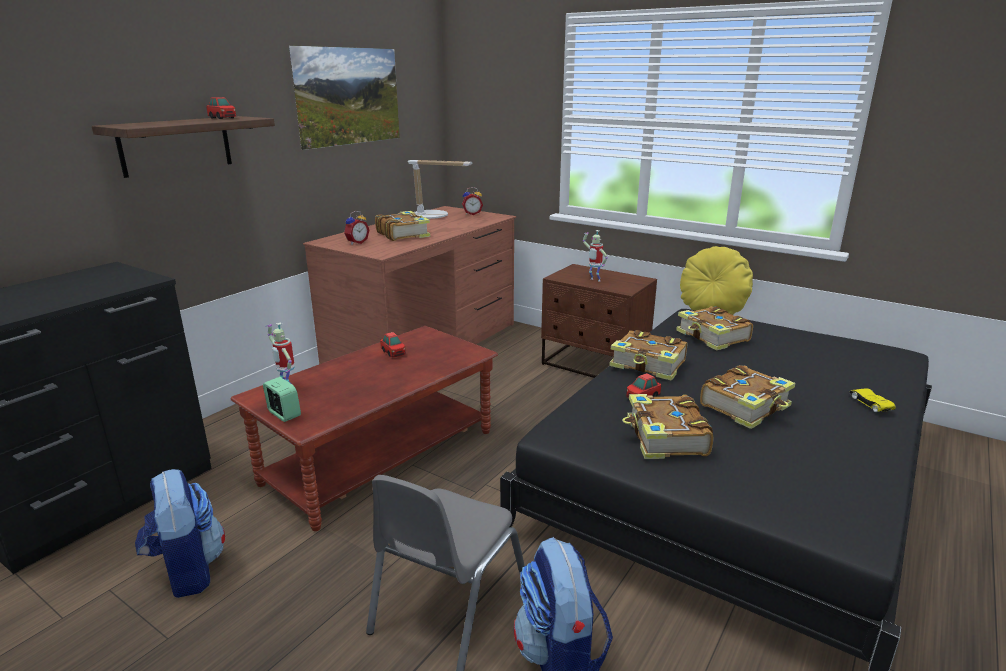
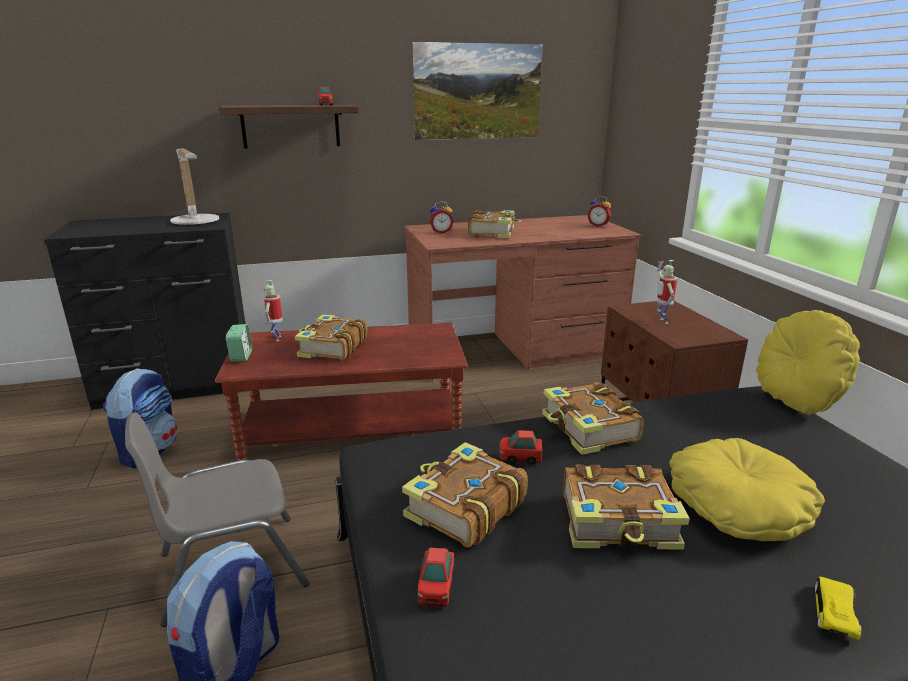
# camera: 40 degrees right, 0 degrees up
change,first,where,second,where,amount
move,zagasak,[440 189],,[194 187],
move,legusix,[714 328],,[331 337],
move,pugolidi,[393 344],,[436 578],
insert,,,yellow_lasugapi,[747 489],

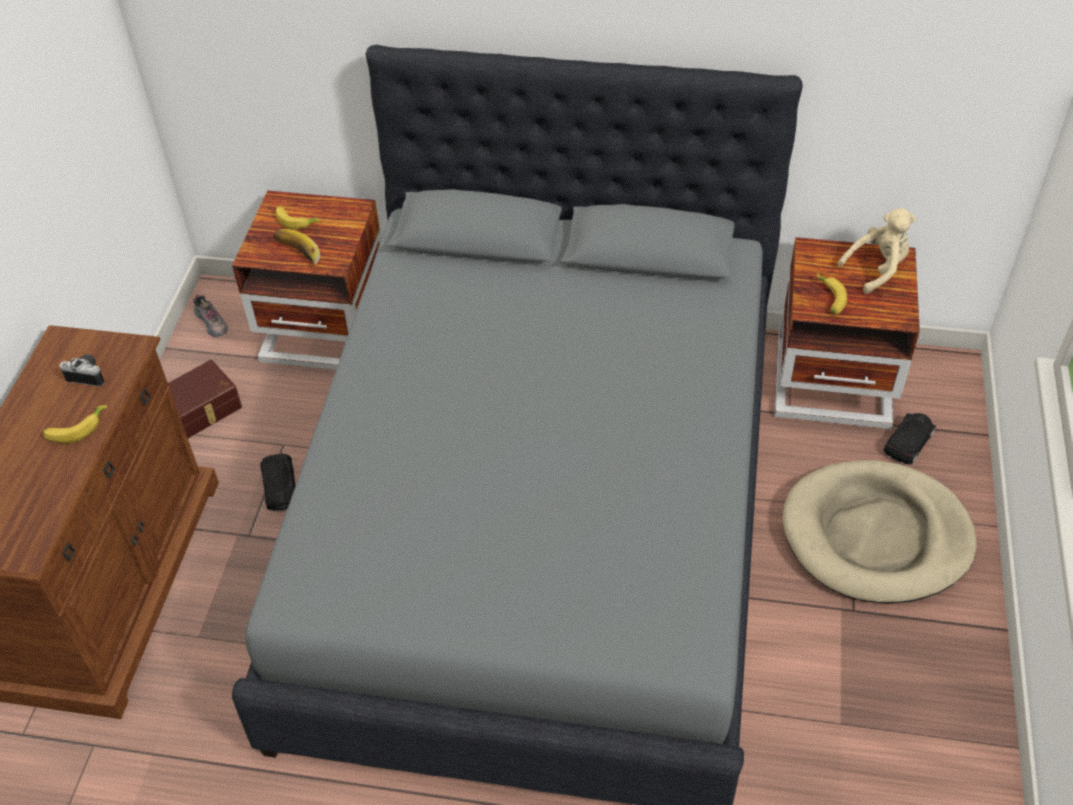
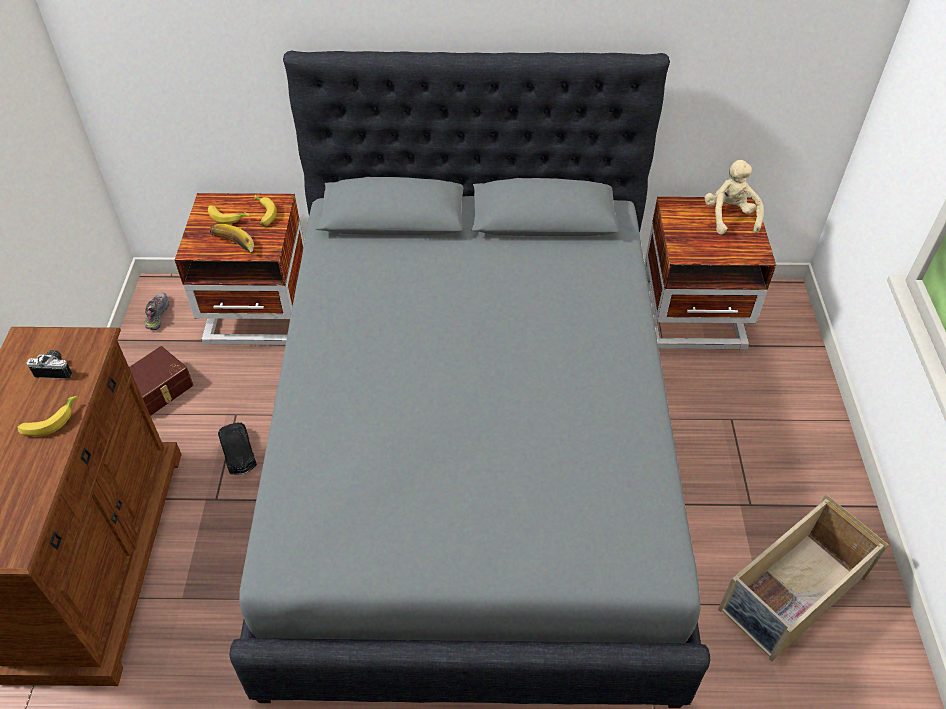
# camera: 10 degrees left, 0 degrees up
change,first,where,second,where,amount
rotate,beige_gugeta,[877 251],,[734 197],60 degrees counterclockwise
move,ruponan,[832 293],,[266 210],
rotate,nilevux,[210 315],,[157 311],135 degrees counterclockwise
delete,black_pugolidi,[910 439],,,
delete,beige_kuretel,[879 531],,,
insert,,,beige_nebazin,[803 577],

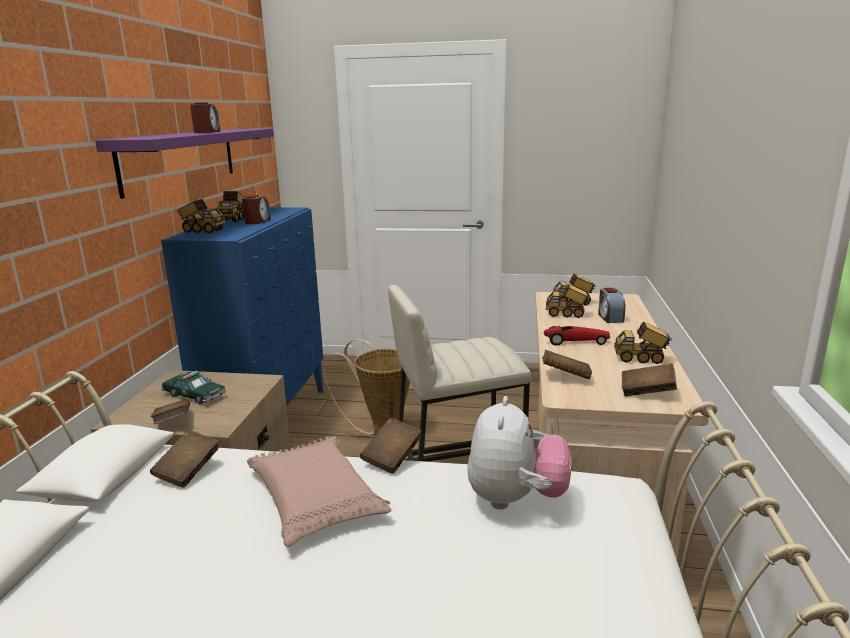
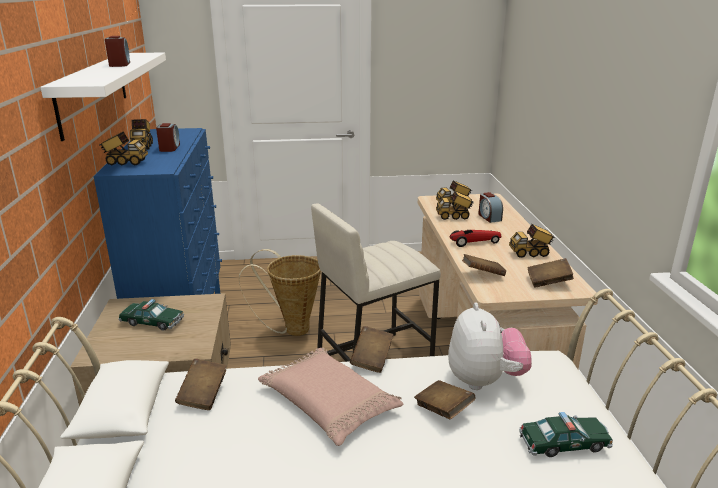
# camera: 15 degrees left, 5 degrees up
change,first,where,second,where,amount
recolor,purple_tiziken,[184 163],white_tiziken,[103 97],
move,brown_legusix,[170 411],,[445 399],
insert,,,pugolidi,[566 434],

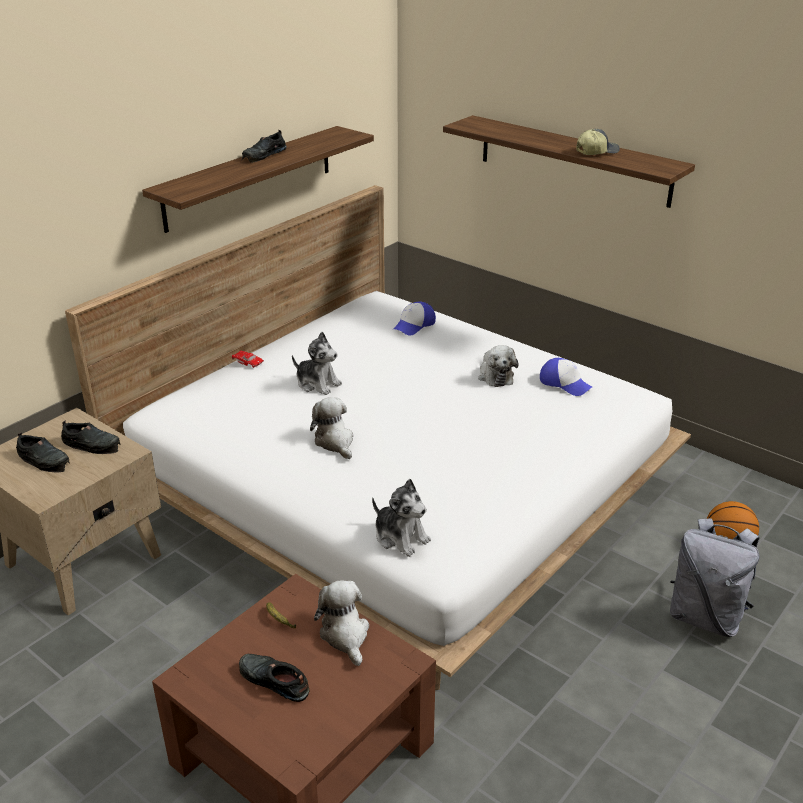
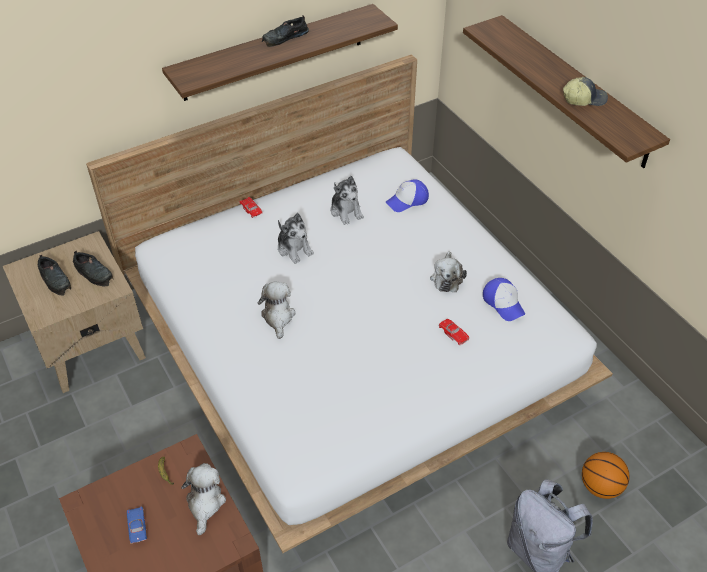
# camera: 20 degrees right, 15 degrees up
change,first,where,second,where,amount
move,gugeta,[401 518],,[347 200],
replace,black_nilevux,[274 678],blue_pugolidi,[137 525],
insert,,,red_pugolidi,[454 332],

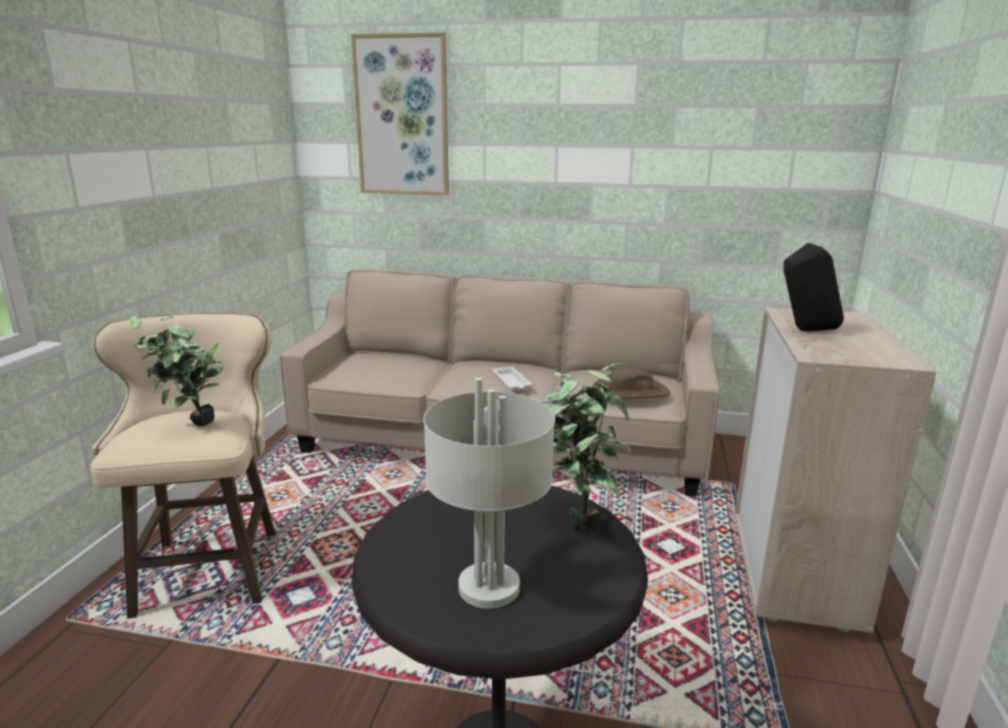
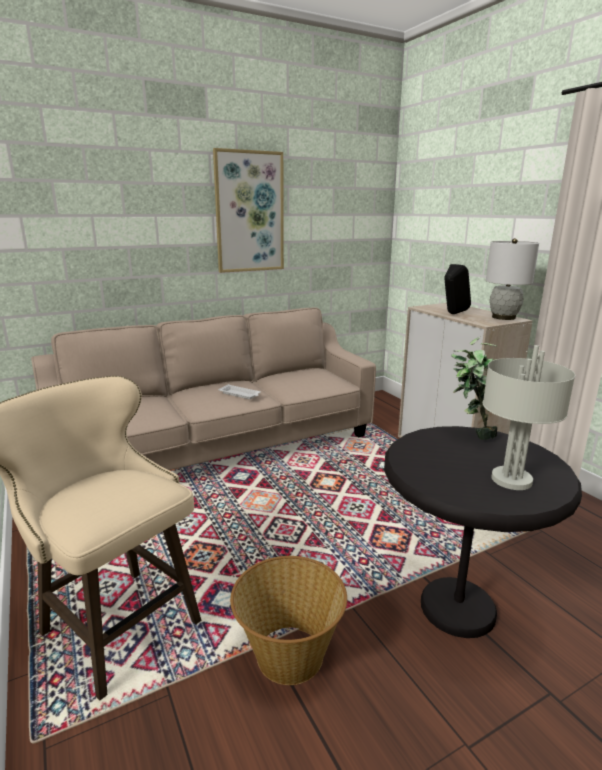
# camera: 40 degrees left, 0 degrees up
change,first,where,second,where,amount
move,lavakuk,[400 113],,[248 210],
delete,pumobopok,[176 371],,,
delete,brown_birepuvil,[631 382],,,
insert,,,white_zagasak,[512 279],
insert,,,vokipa,[288 620],

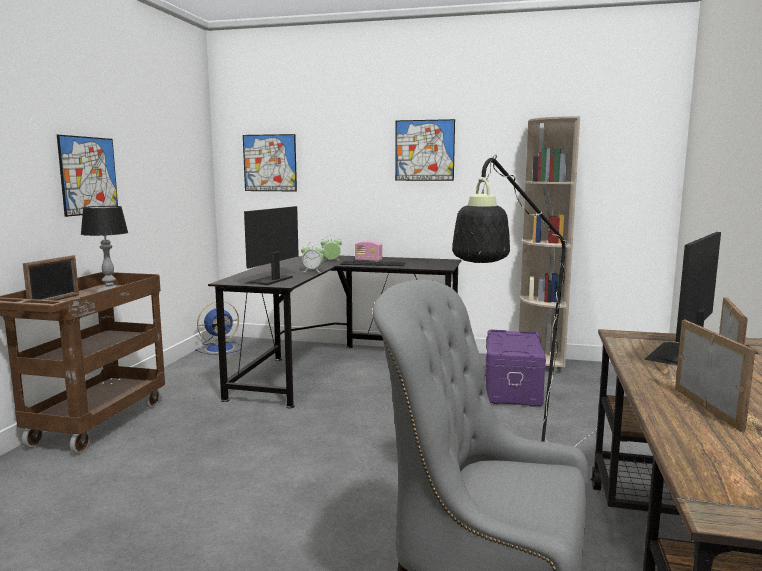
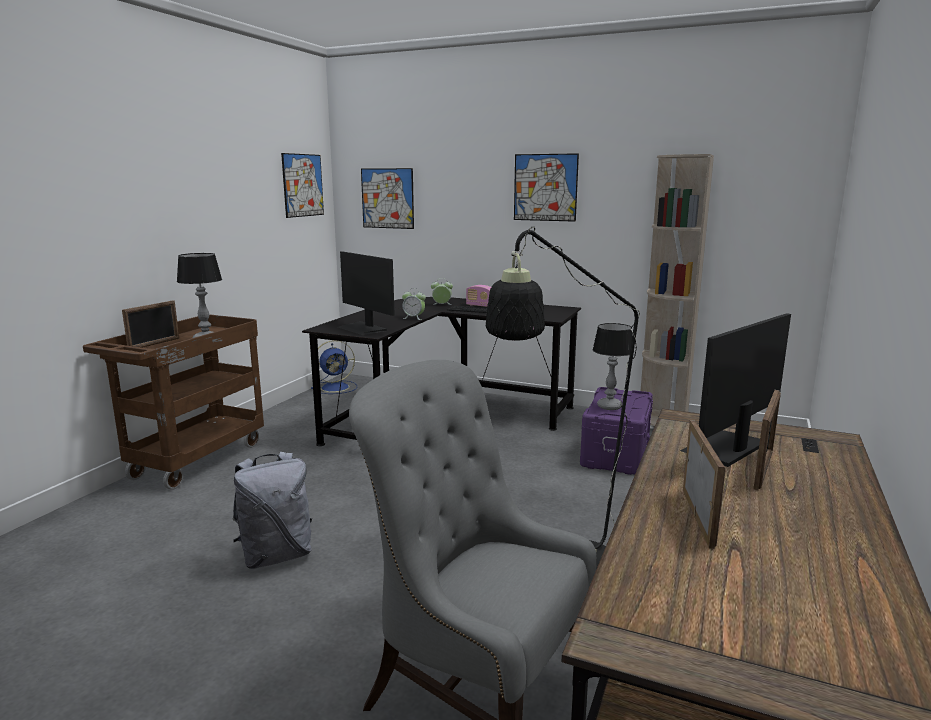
# camera: 10 degrees right, 5 degrees up
change,first,where,second,where,amount
move,lavakuk,[87 176],,[302 185],
rotate,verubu,[271 245],,[366 293],75 degrees counterclockwise
insert,,,zagasak,[612 366],
insert,,,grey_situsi,[272 510],

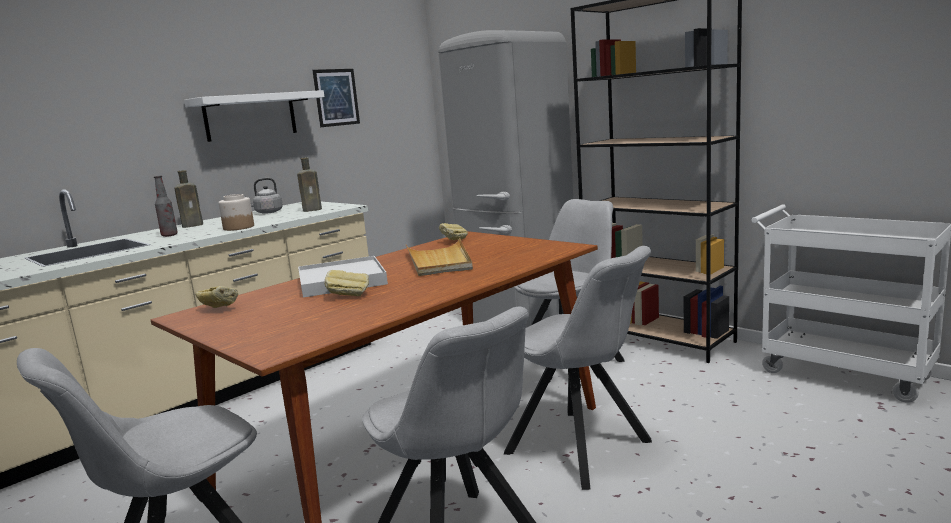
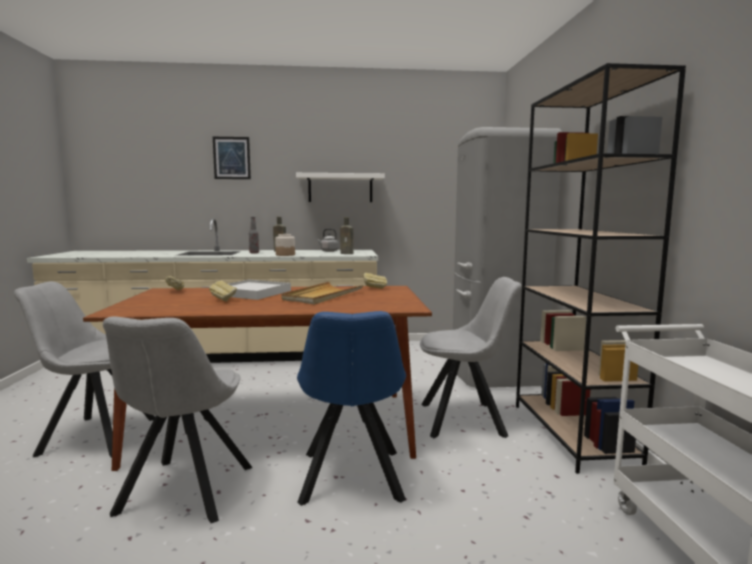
# camera: 40 degrees right, 5 degrees down
change,first,where,second,where,amount
move,lavakuk,[336 98],,[232 158],
recolor,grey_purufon,[578 368],blue_purufon,[351 408],

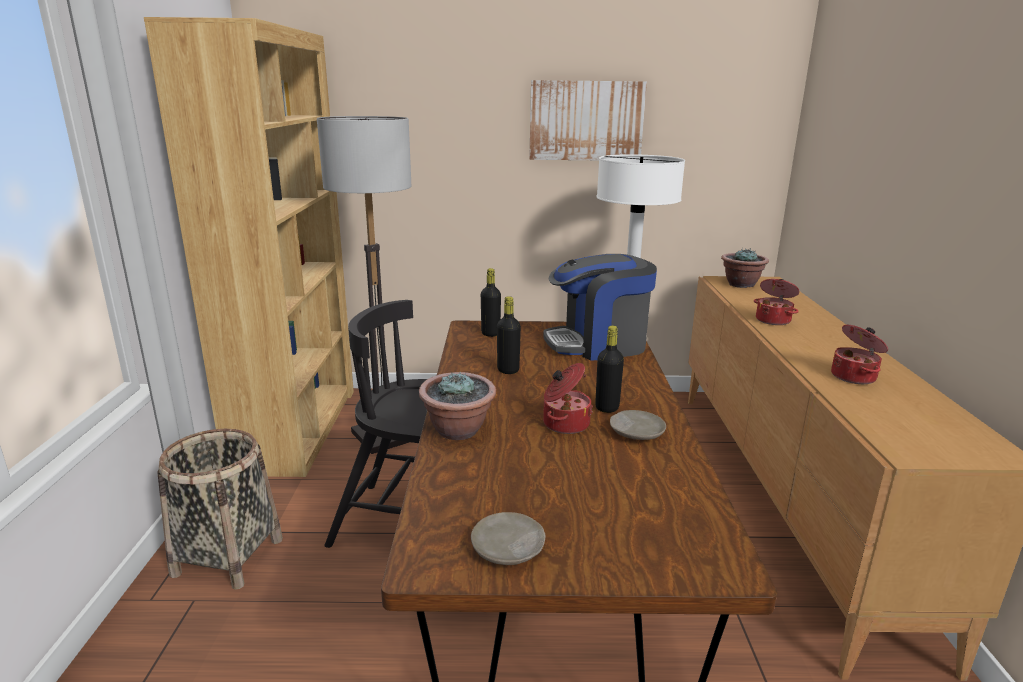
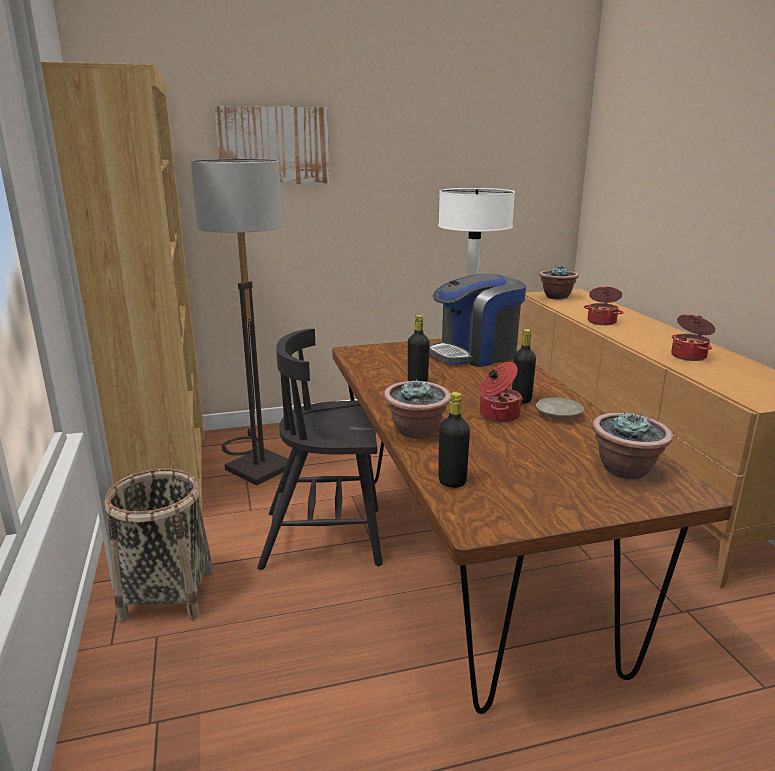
# camera: 15 degrees left, 0 degrees up
change,first,where,second,where,amount
move,lavakuk,[588 120],,[272 145],
move,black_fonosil,[491 302],,[454 440],
delete,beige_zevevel,[508 538],,,
insert,,,pumobopok,[632 445],

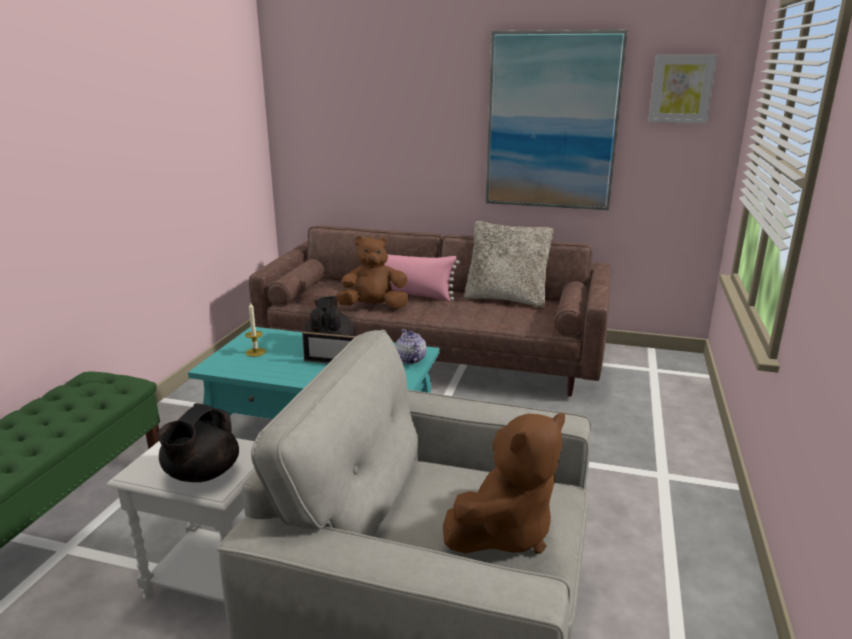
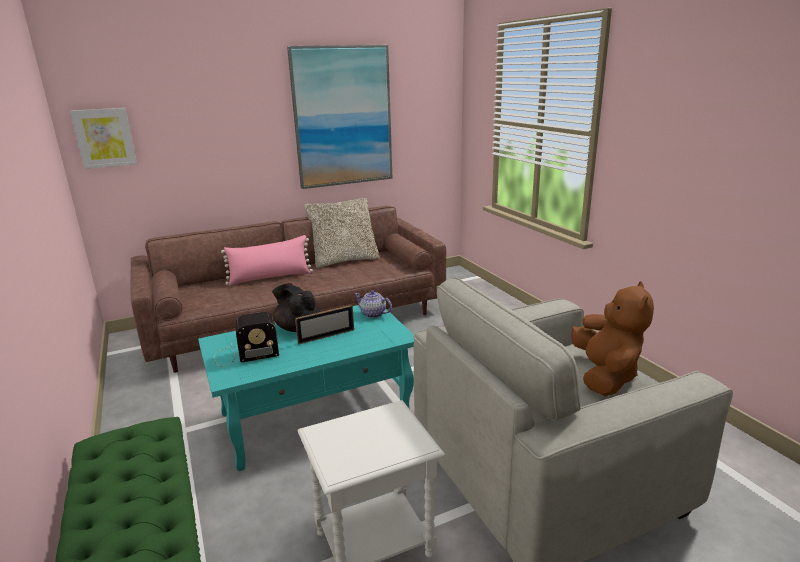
# camera: 40 degrees left, 0 degrees up
change,first,where,second,where,amount
move,lavakuk,[682 88],,[103 138],
delete,brown_gugeta,[372 272],,,
replace,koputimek,[255 329],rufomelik,[246 339],
delete,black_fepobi,[198 442],,,

